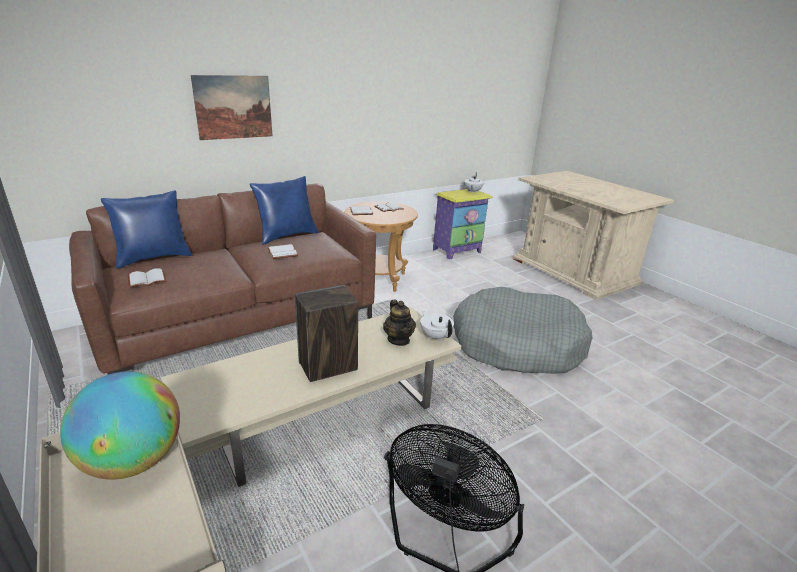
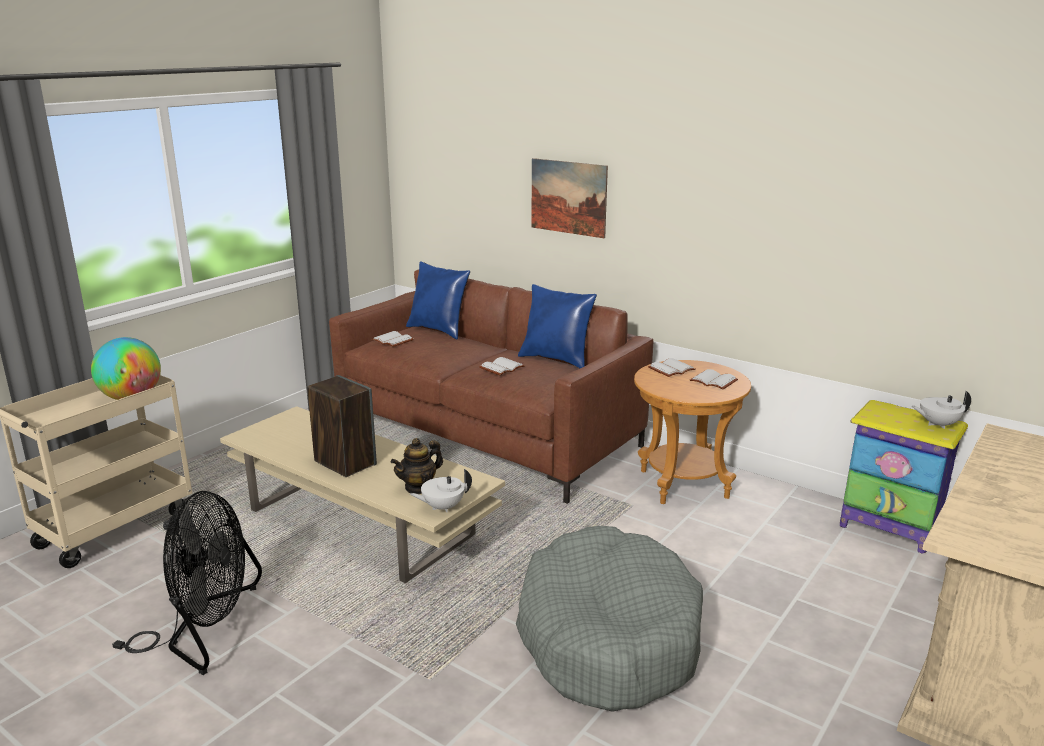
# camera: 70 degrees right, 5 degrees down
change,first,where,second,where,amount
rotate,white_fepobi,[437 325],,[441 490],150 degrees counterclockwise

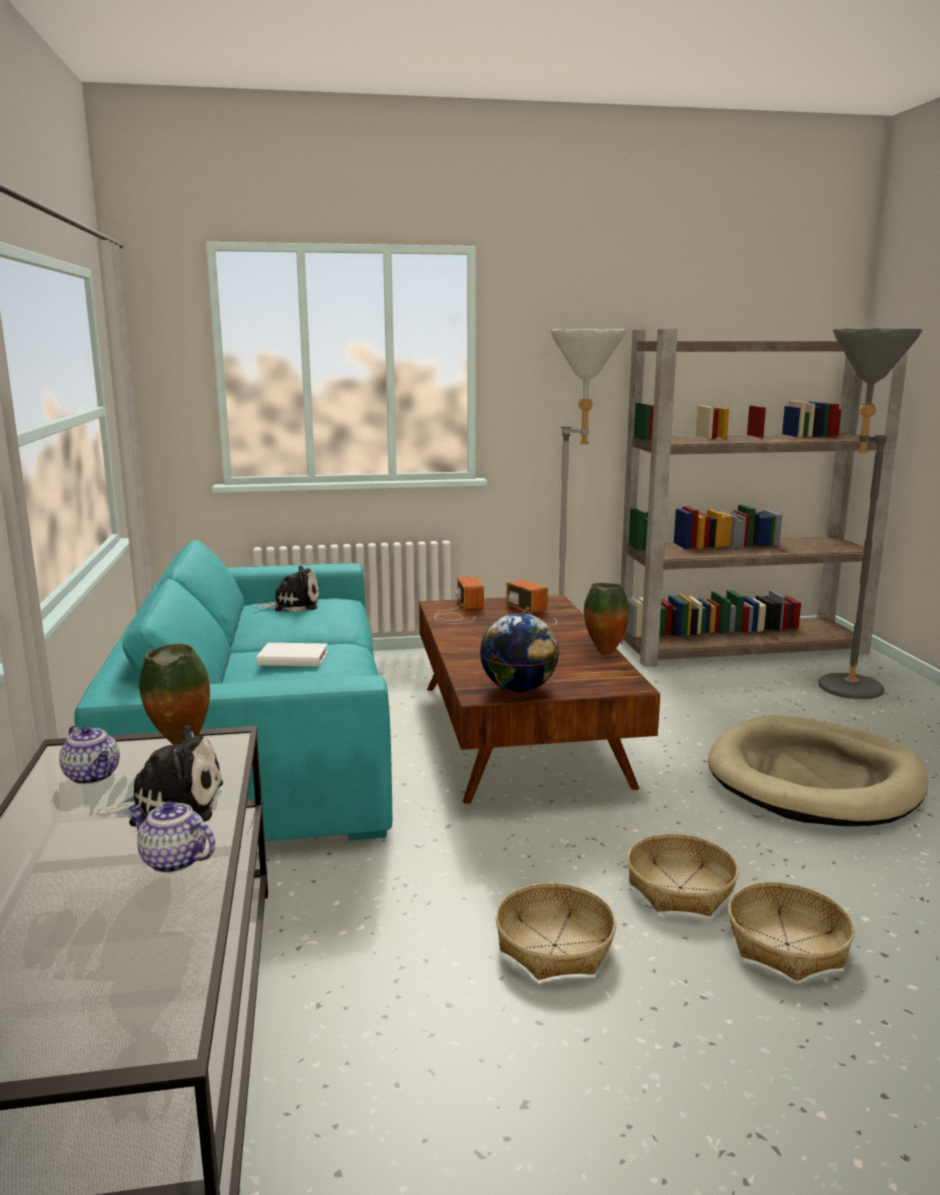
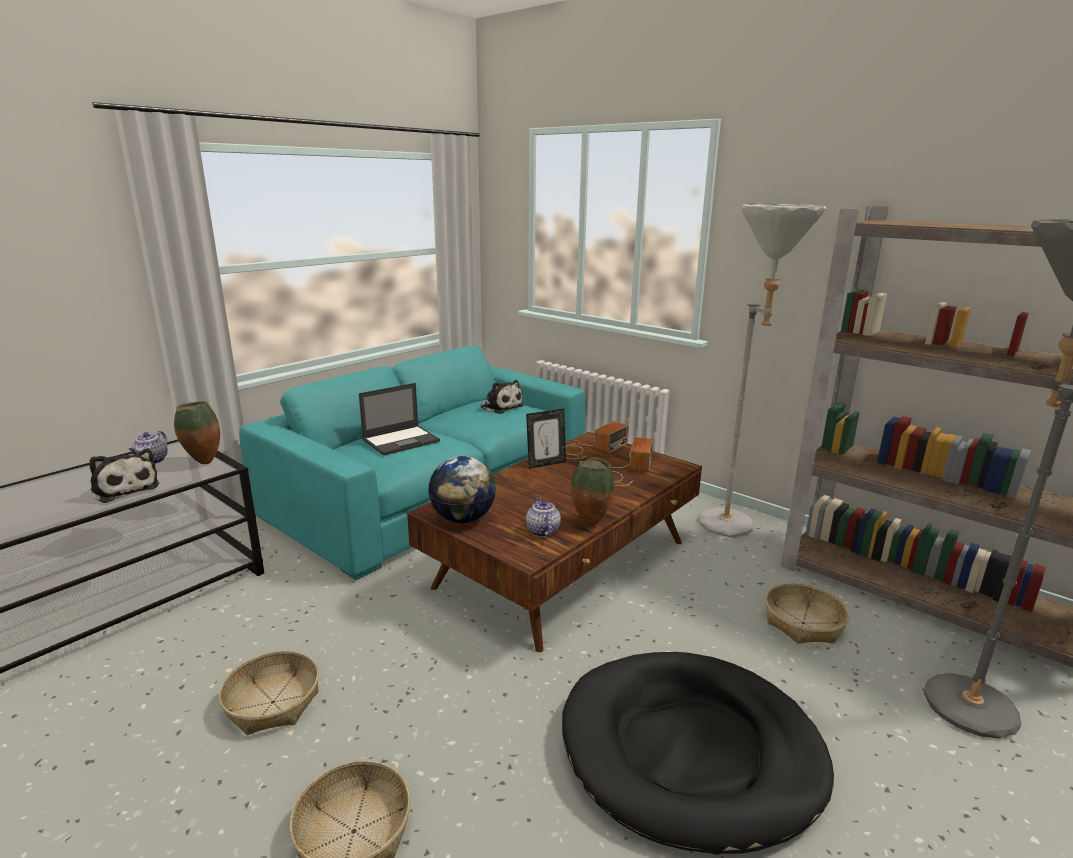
# camera: 50 degrees right, 5 degrees up
change,first,where,second,where,amount
replace,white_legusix,[292 654],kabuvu,[399 419],
recolor,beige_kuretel,[818 770],black_kuretel,[698 753],
move,fepobi,[172 837],,[543 517],
move,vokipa,[683 875],,[807 613],
insert,,,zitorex,[546 439],

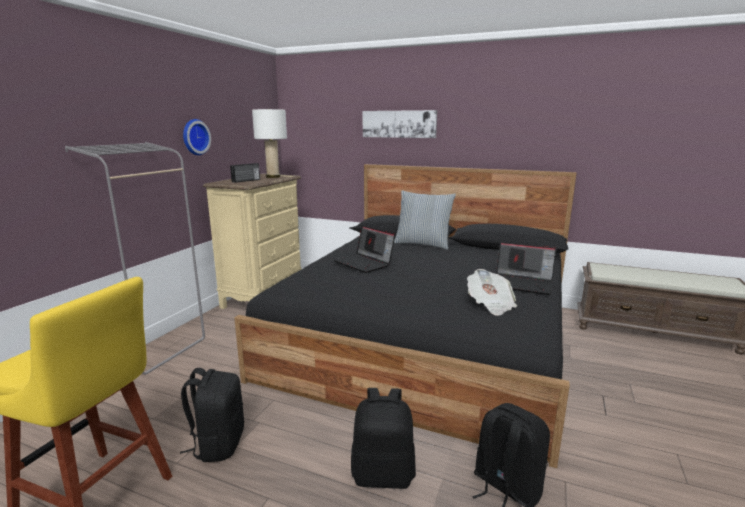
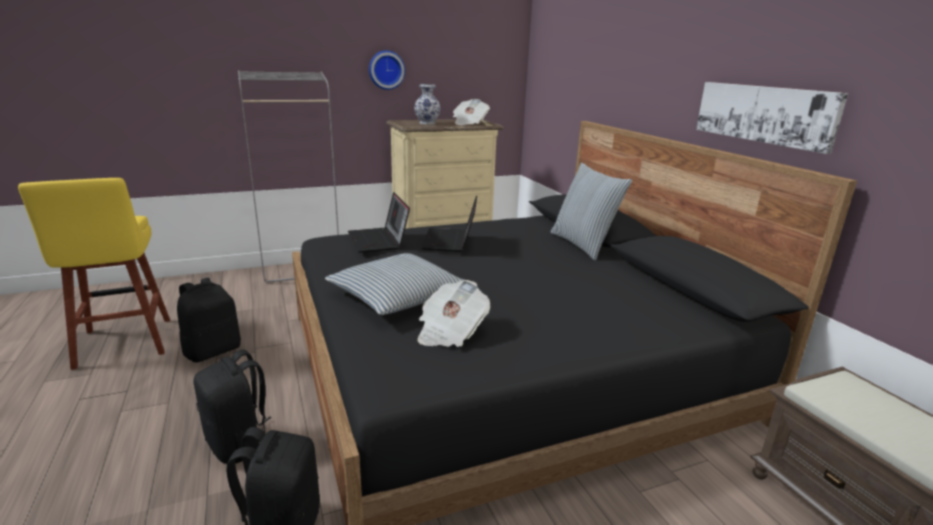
# camera: 45 degrees right, 5 degrees up
change,first,where,second,where,amount
replace,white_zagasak,[269 143],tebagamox,[471 112],
move,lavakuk,[400 124],,[772 118],
replace,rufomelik,[245 173],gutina,[427 104],
move,kabuvu,[526 268],,[379 222],
insert,,,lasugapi,[394 284],

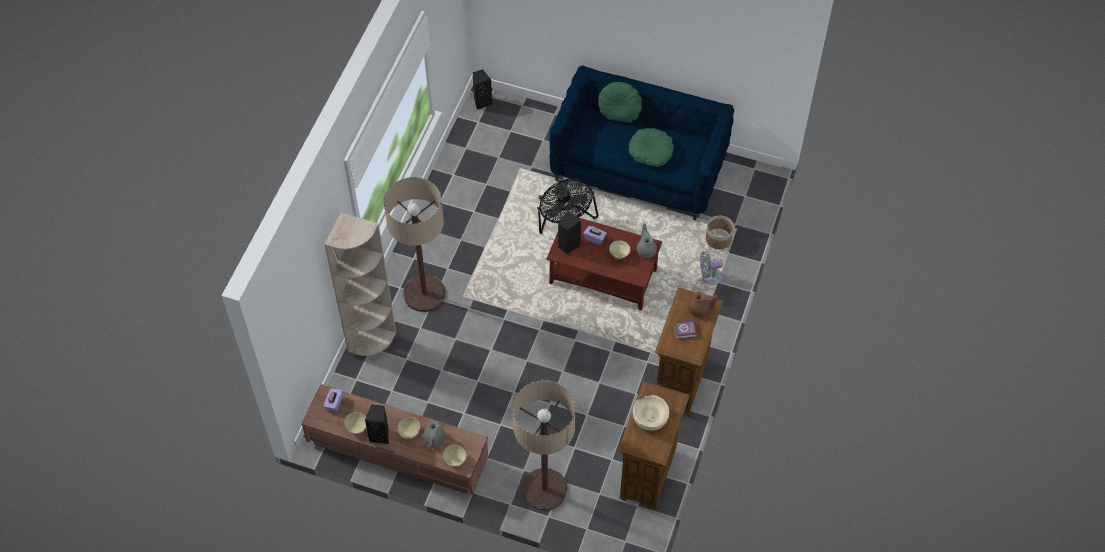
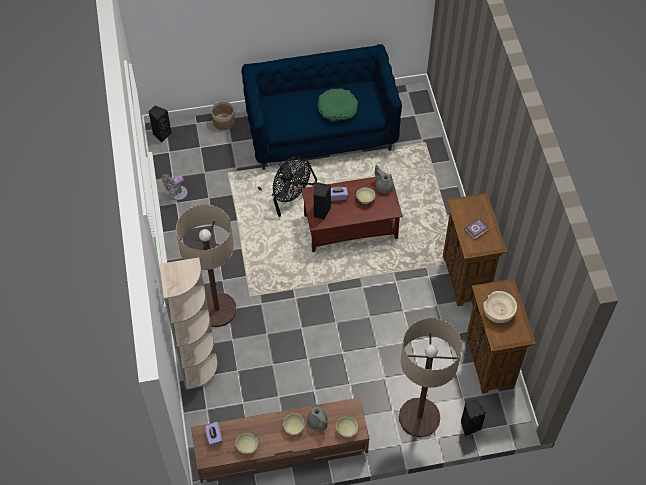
# camera: 30 degrees left, 0 degrees up
change,first,where,second,where,amount
delete,green_lasugapi,[620 102],,,
move,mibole,[720 232],,[223 115],
move,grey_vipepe,[711 268],,[175 187],
delete,brown_fepobi,[703 304],,,
move,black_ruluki,[377 424],,[473 417],

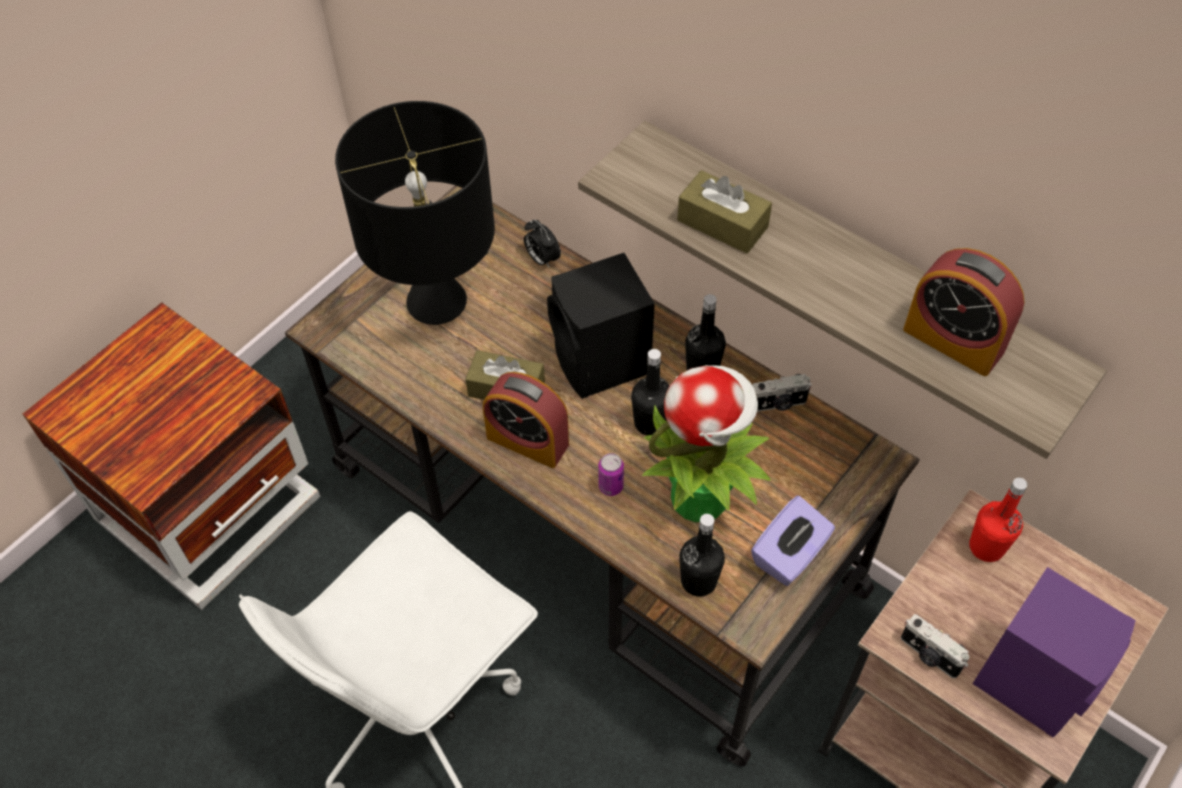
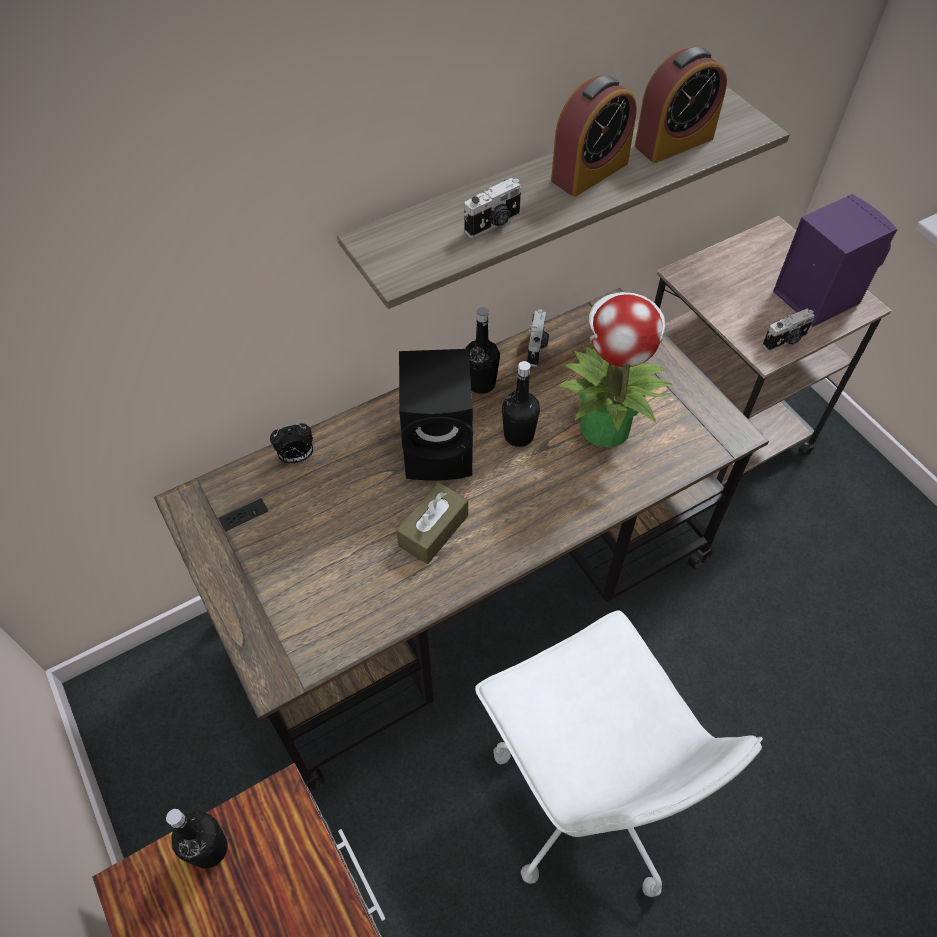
# camera: 70 degrees left, 0 degrees up
change,first,where,second,where,amount
delete,black_zagasak,[415 213],,,
replace,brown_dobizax,[724 211],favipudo,[493 208],
move,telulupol,[526 420],,[594 136],
delete,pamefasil,[611 474],,,
delete,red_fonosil,[998 520],,,
delete,purple_dobizax,[793 541],,,
move,black_fonosil,[702 555],,[197 838],

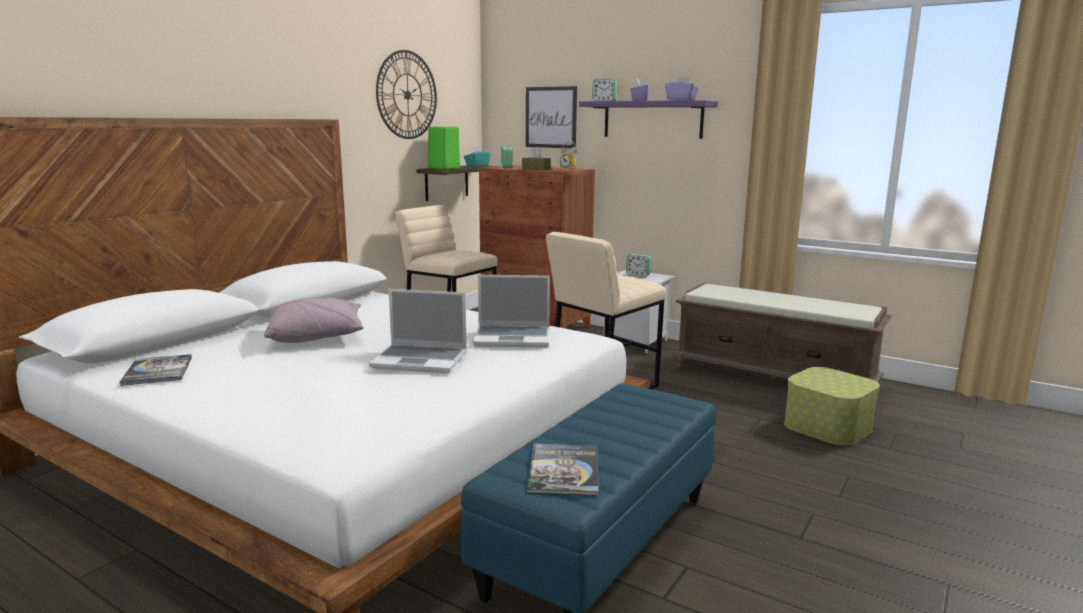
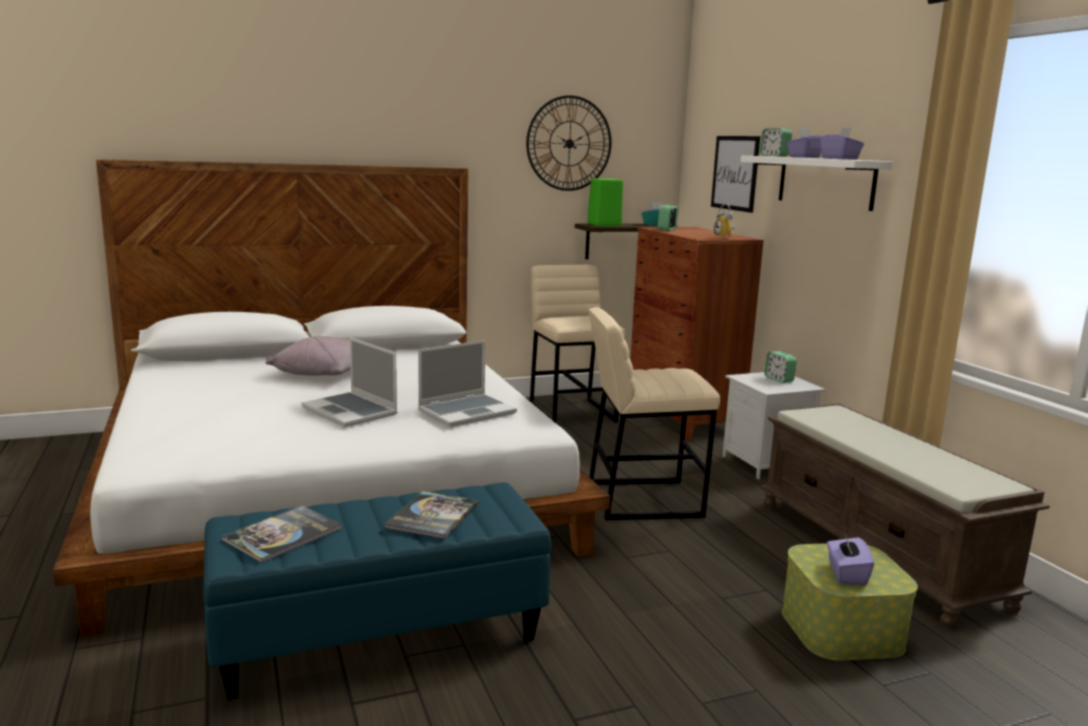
# camera: 35 degrees right, 0 degrees up
change,first,where,second,where,amount
recolor,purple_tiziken,[648 119],white_tiziken,[816 183],
delete,brown_dobizax,[536 158],,,
rotate,kabuvu,[511 311],,[467 383],75 degrees counterclockwise
move,legusix,[156 370],,[431 515],
insert,,,purple_dobizax,[850 560],

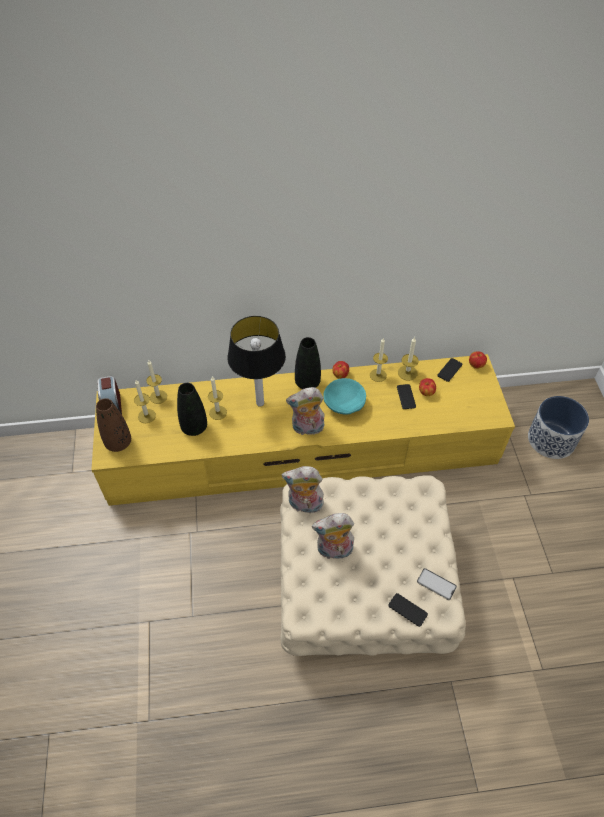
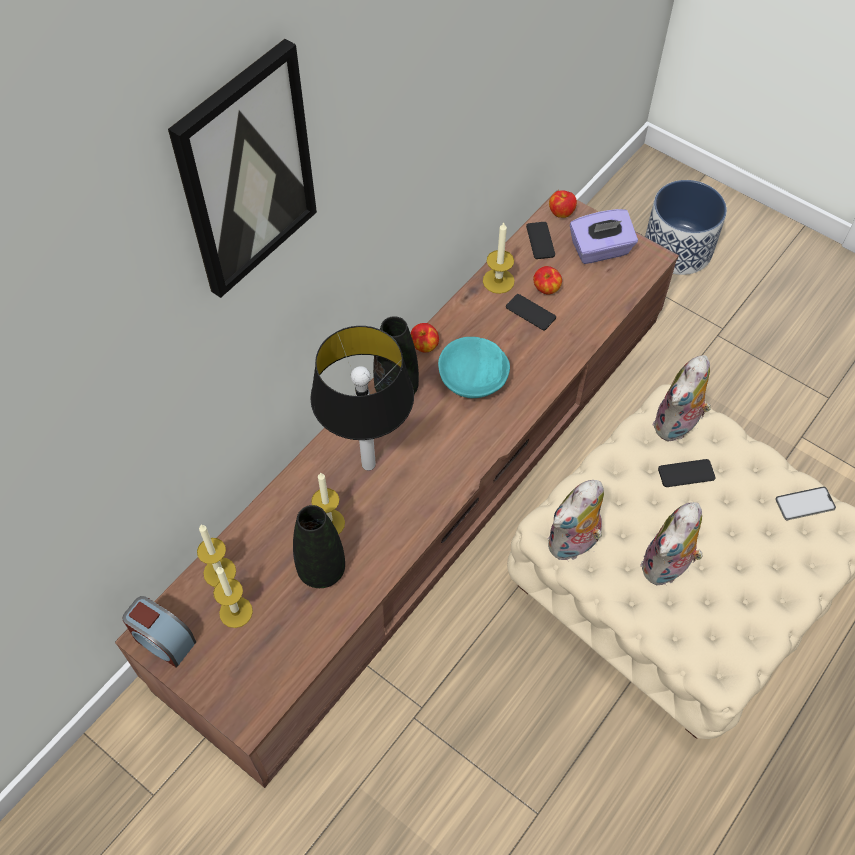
# camera: 45 degrees left, 5 degrees up
change,first,where,second,where,amount
delete,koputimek,[379 360],,,
recolor,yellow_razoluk,[303 430],brown_razoluk,[397 489],
move,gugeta,[305 411],,[682 398],
delete,brown_gutina,[113 425],,,
move,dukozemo,[408 610],,[686 473],
insert,,,lavakuk,[242 168],
insert,,,purple_dobizax,[604 236],

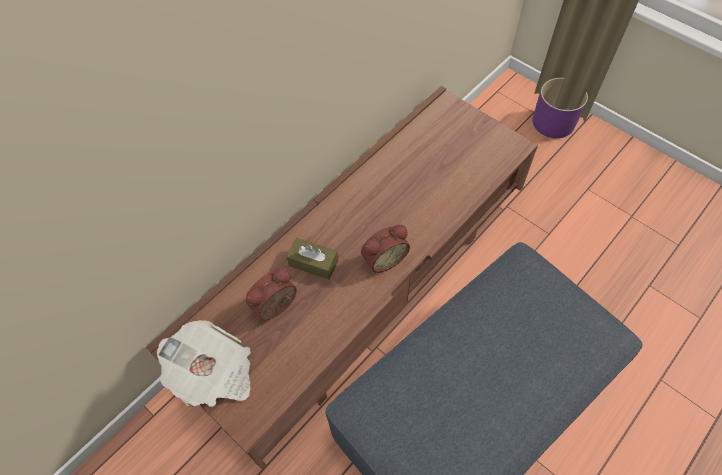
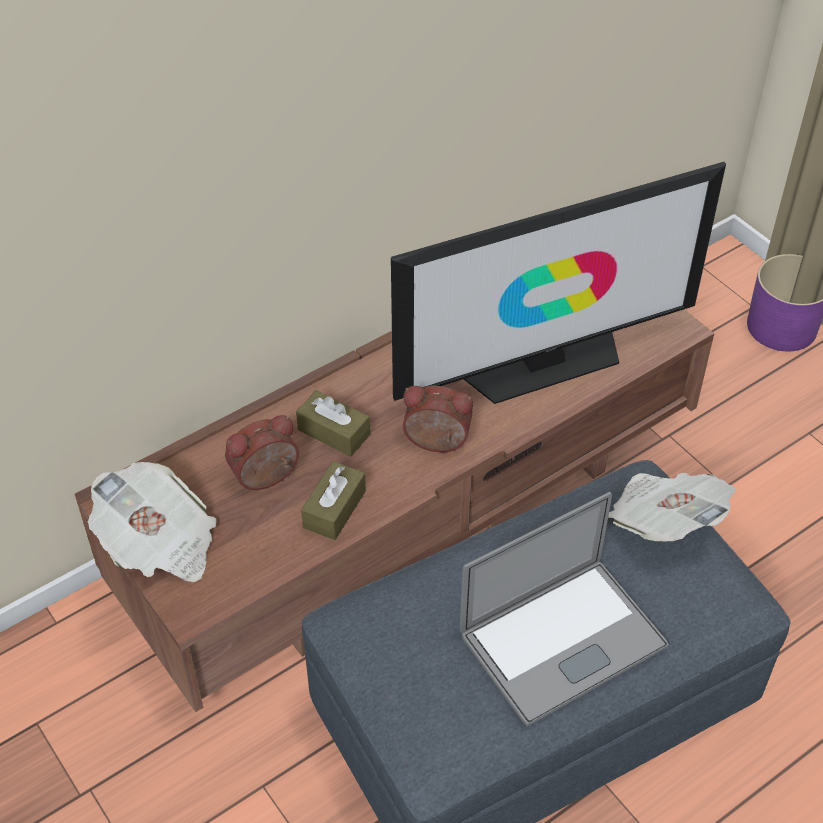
# camera: 10 degrees right, 10 degrees down
change,first,where,second,where,amount
rotate,telulupol,[385 249],,[438 419],150 degrees counterclockwise
insert,,,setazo,[558 283],
insert,,,brown_dobizax,[333 500],
insert,,,tebagamox,[672 507],
insert,,,kabuvu,[564 609],

